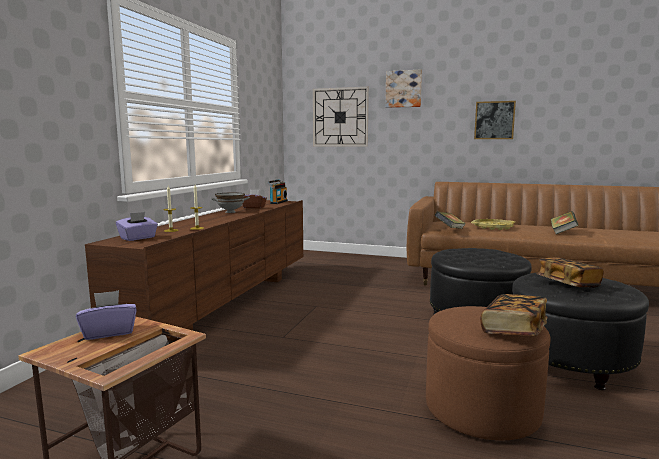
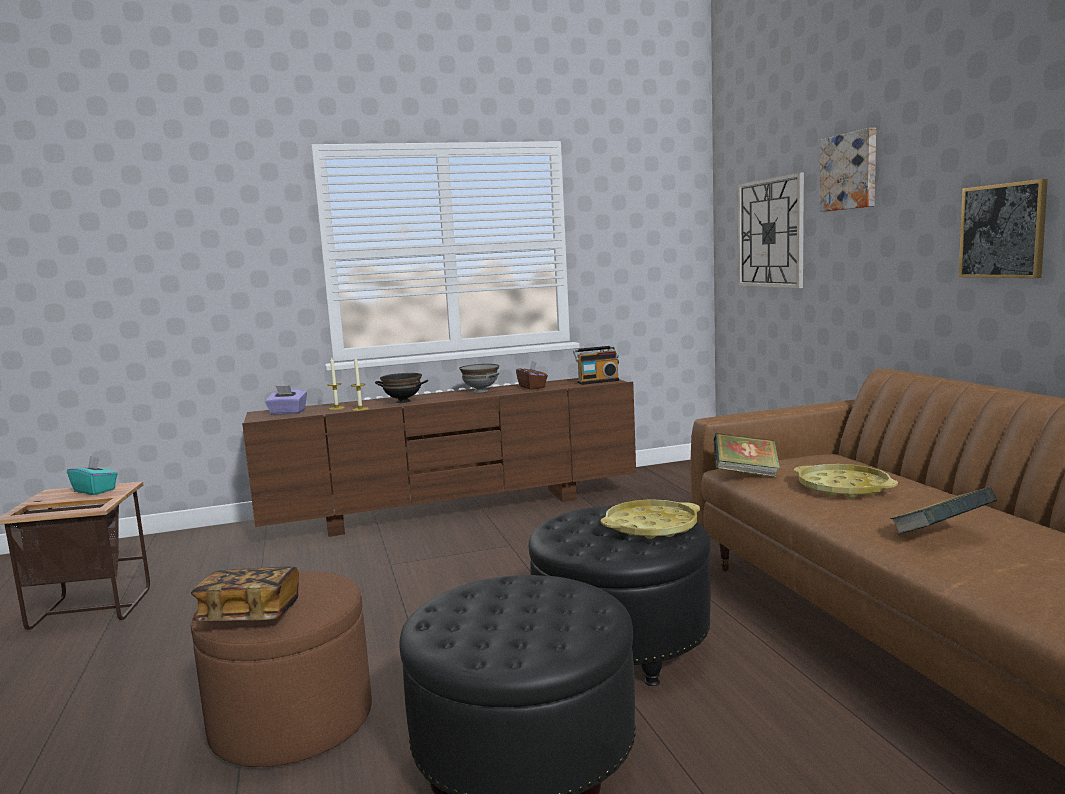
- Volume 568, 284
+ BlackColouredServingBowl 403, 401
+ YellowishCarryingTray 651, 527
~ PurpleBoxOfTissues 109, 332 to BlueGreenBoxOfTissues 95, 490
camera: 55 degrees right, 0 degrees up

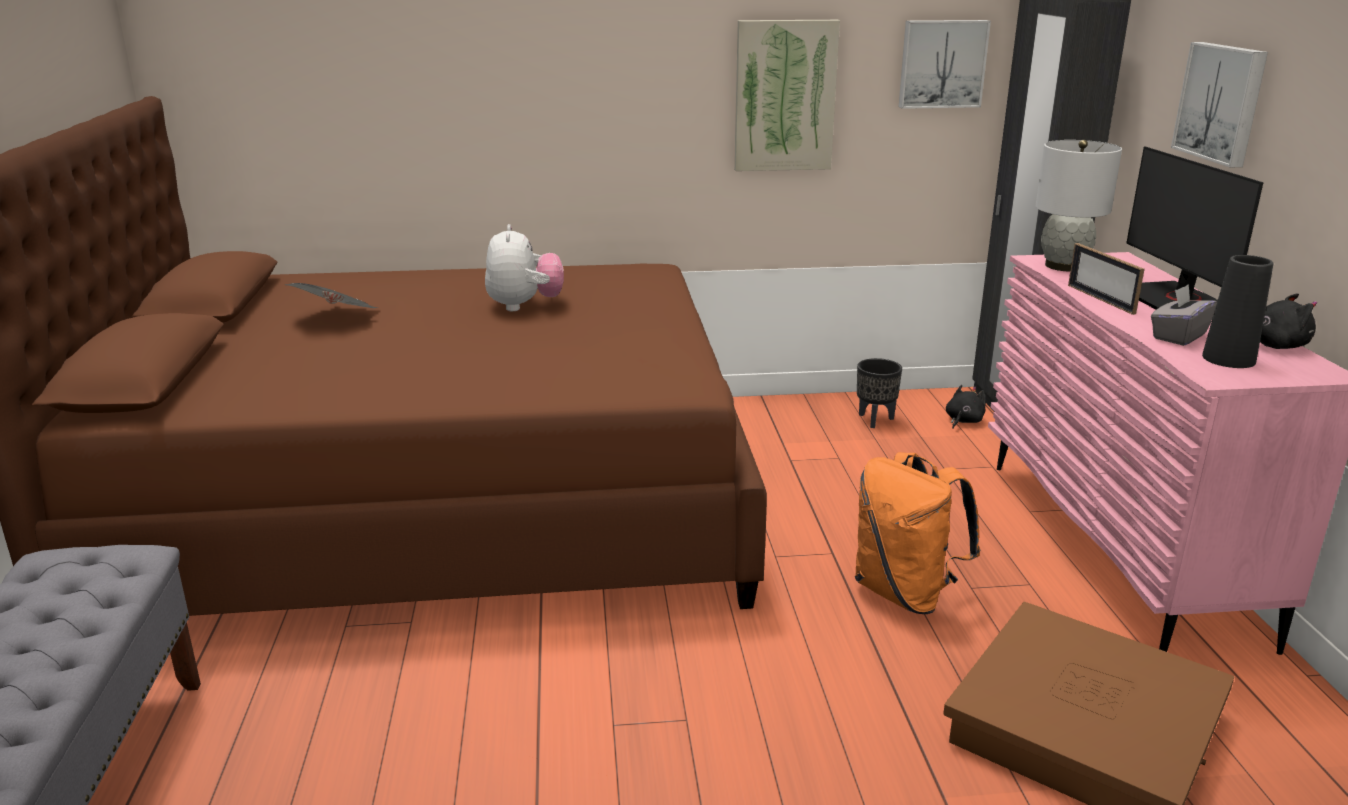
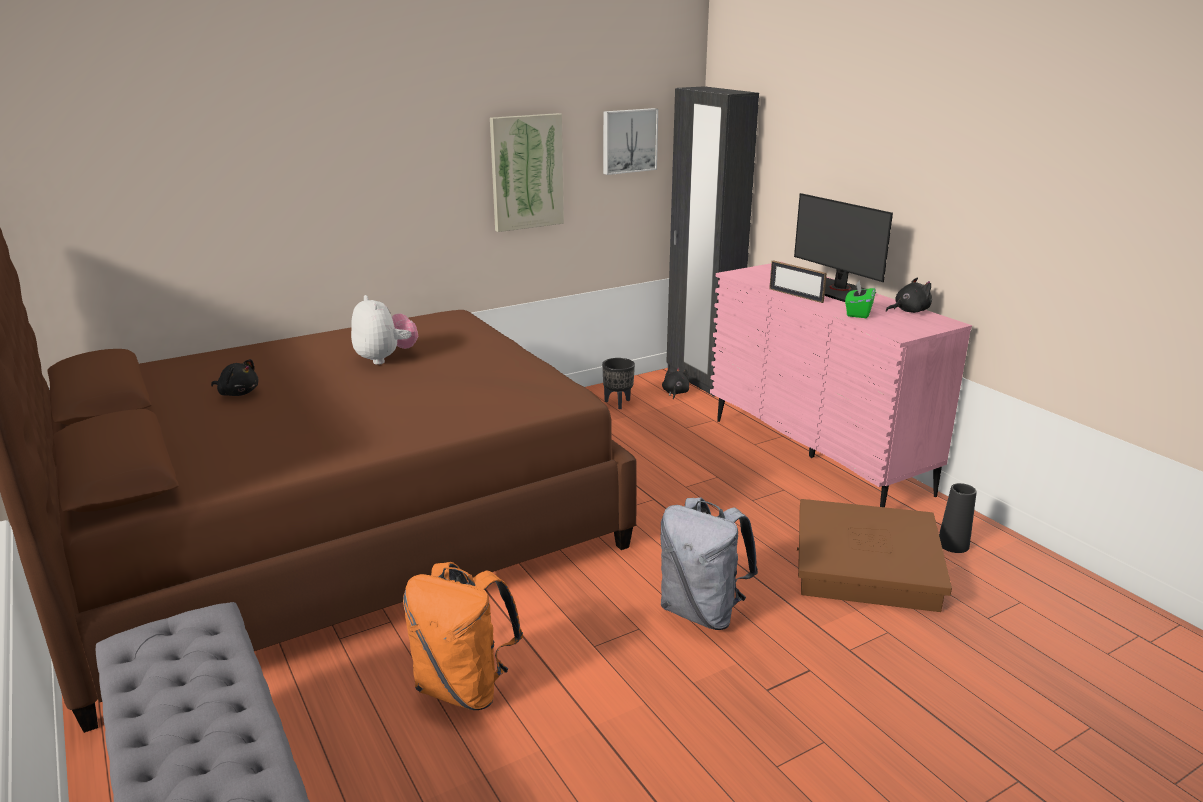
- WhitishTabletopLamp 1064, 266
- WallArt 1222, 103
+ GreyRucksack 702, 612
~ OrangeyRucksack 905, 593 to 464, 688
~ BlackColouredFlowerVase 1228, 359 to 953, 544
~ PrintedPaper 338, 318 to BlackColouredSoftToy 238, 393
~ GreyBoxOfTissues 1178, 336 to GreenBoxOfTissues 858, 313
camera: 25 degrees left, 0 degrees up

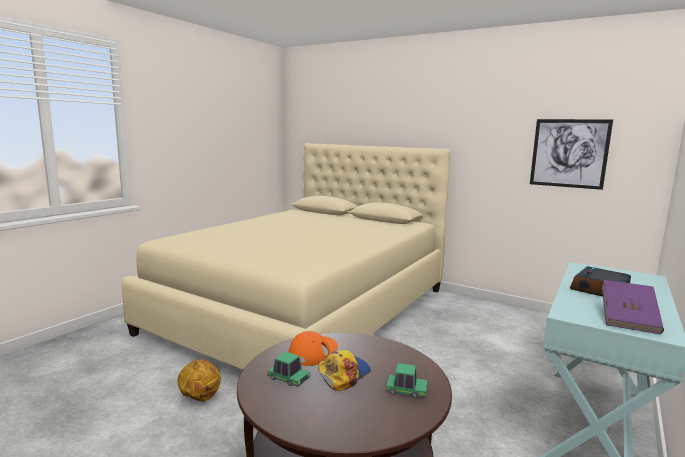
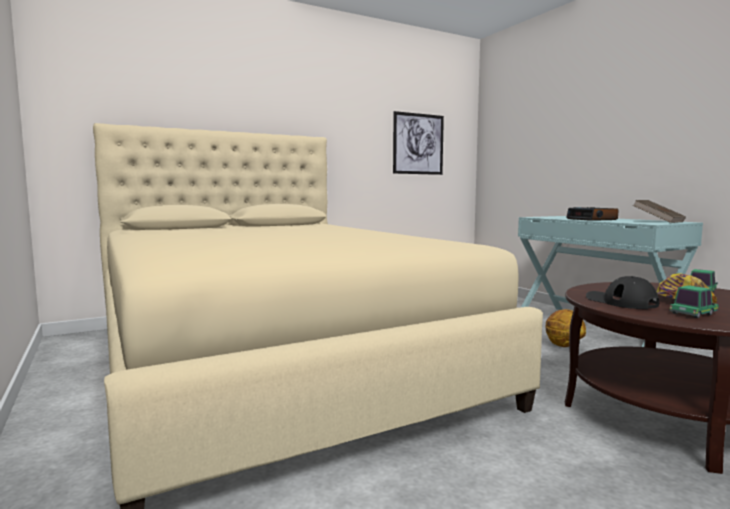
~ BallForBasketball 200, 398 to 563, 346
~ OrangeyBaseballCap 313, 352 to BlackColouredBaseballCap 621, 302
~ PurpleVolume 628, 320 to BrownishVolume 658, 221
camera: 60 degrees left, 5 degrees down

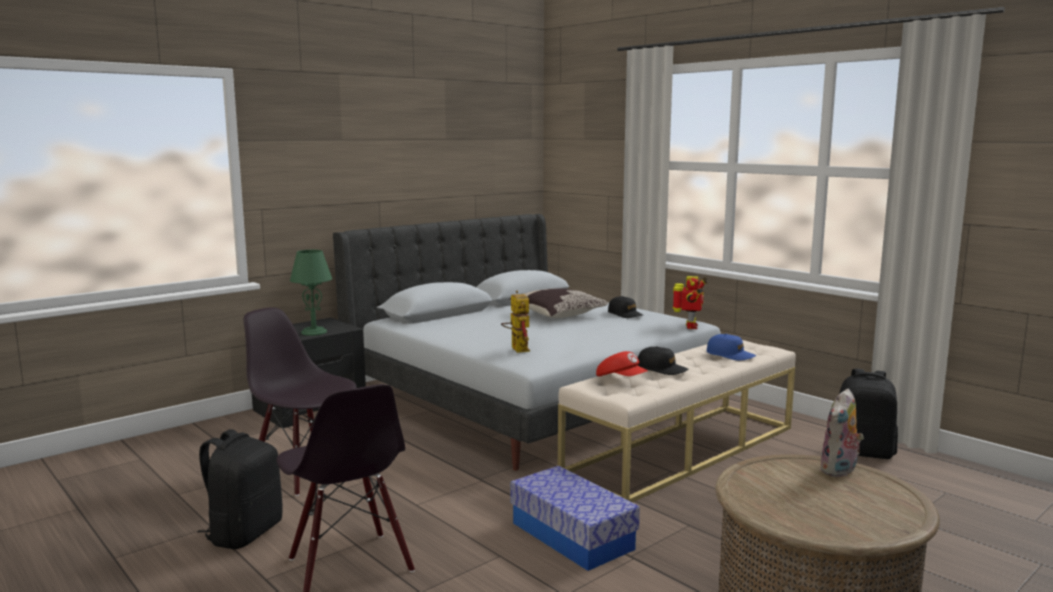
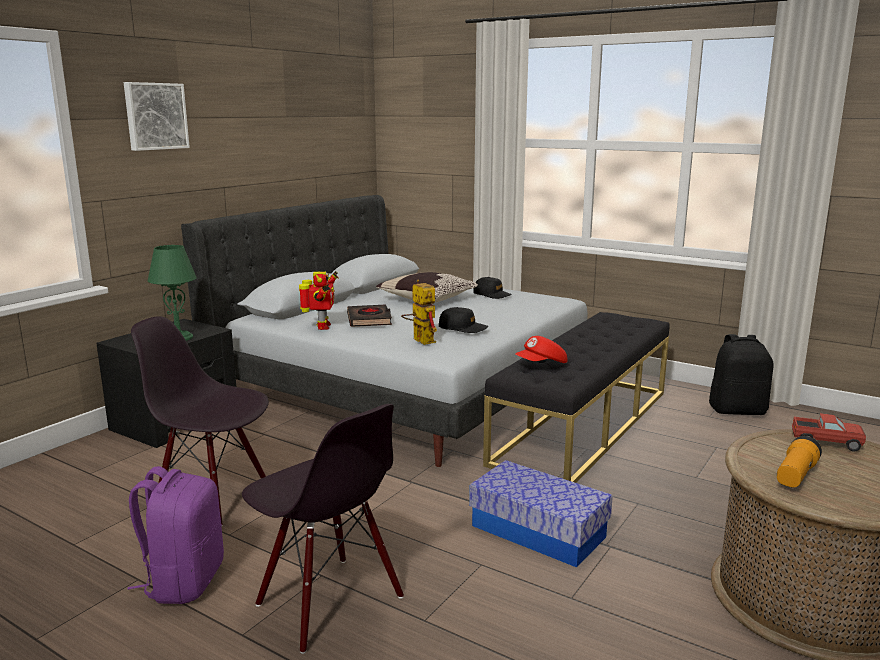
- BluishBaseballCap 730, 355
+ WallArt 155, 116
+ BlackColouredVolume 369, 320
+ Torch 795, 475
~ BlackColouredBaseballCap 661, 369 to 462, 328
~ RobotFigure 689, 327 to 321, 327
~ SoftToy 840, 471 to ModelTruck 825, 443
~ BlackColouredRucksack 244, 533 to PurpleRucksack 184, 581
~ SandColouredBench 682, 449 to BlackColouredBench 583, 425
~ ReddishBaseballCap 621, 379 = 542, 365 120 degrees clockwise
camera: 15 degrees left, 5 degrees up

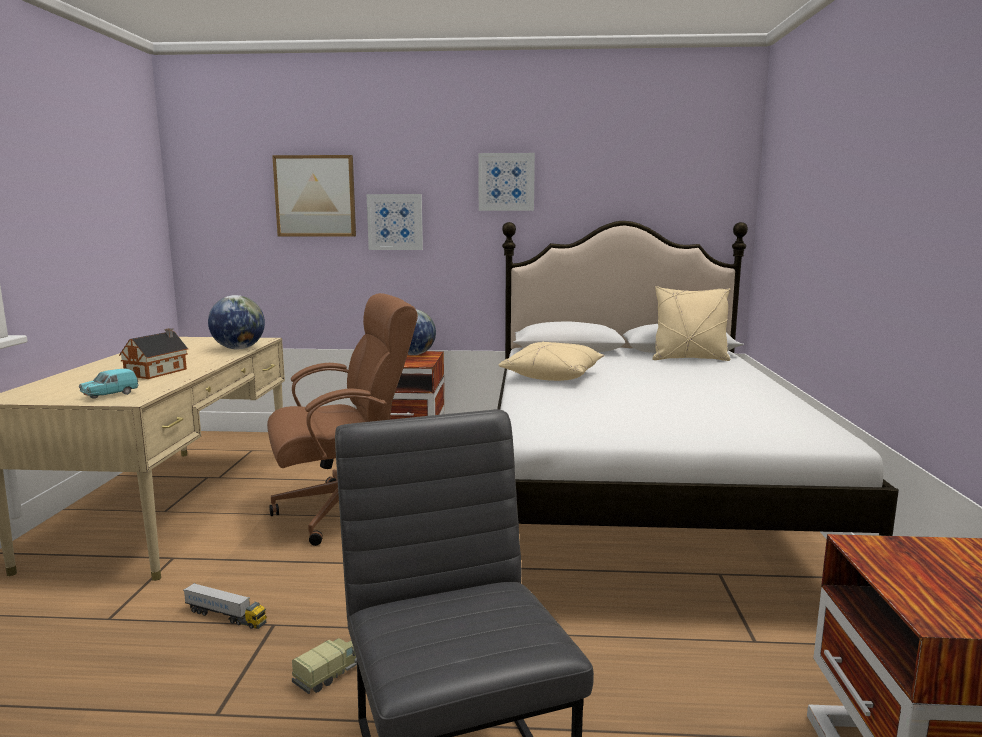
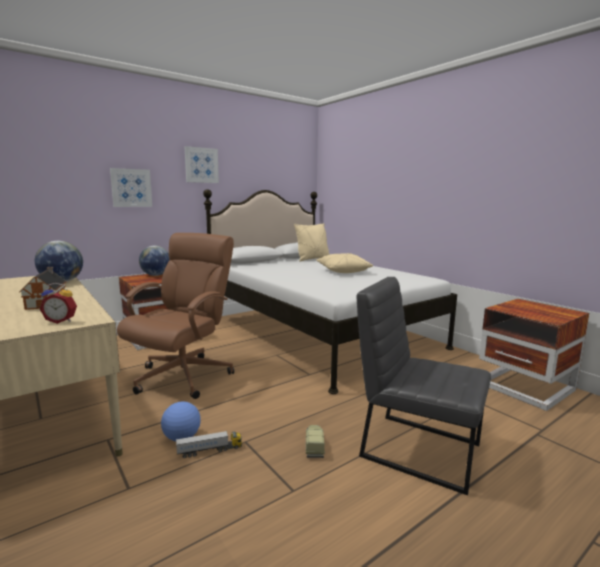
- WallArt 315, 196
+ BallForFootball 181, 438
~ SandColouredPillow 553, 376 to 342, 271
~ BlueGreenMiniatureCar 110, 395 to BedsideClock 61, 321
camera: 40 degrees left, 0 degrees up

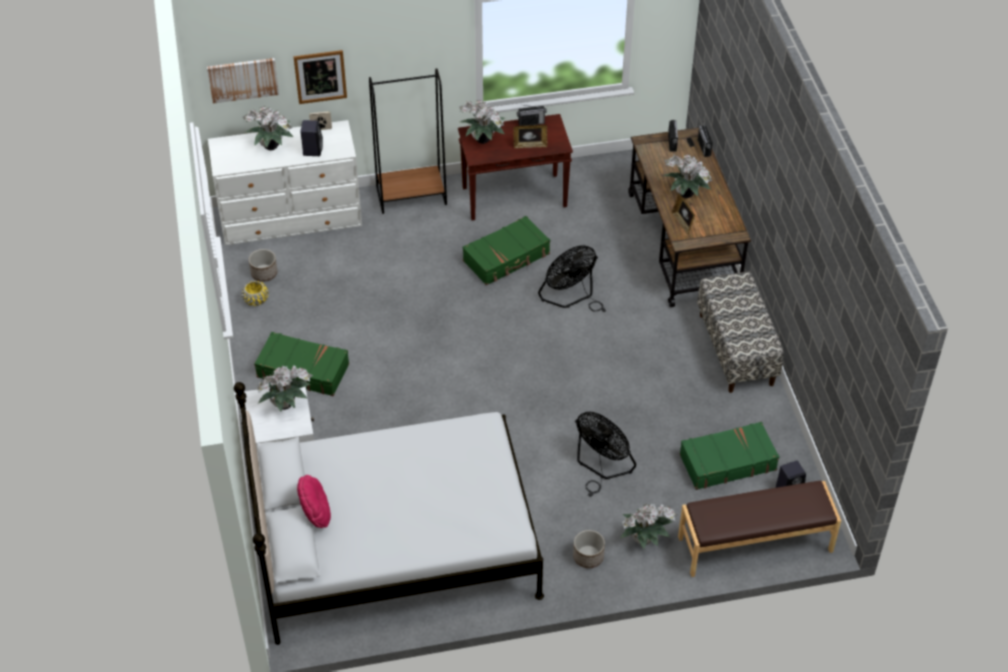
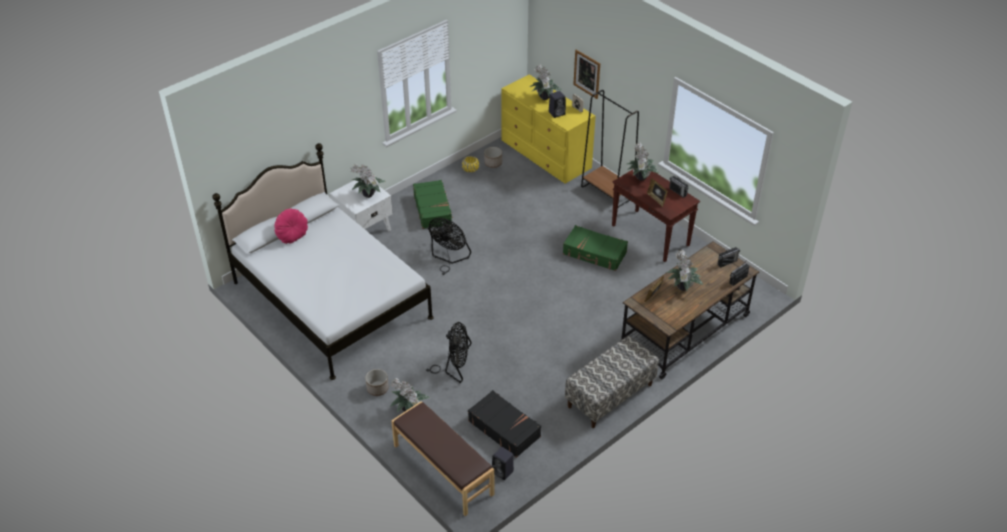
- WallArt 243, 79
~ BlackColouredElectricFan 575, 296 to 447, 257
~ WhitishDresser 291, 217 to YellowishDresser 546, 154
~ GreenPieceOfLuggage 727, 462 to BlackColouredPieceOfLuggage 504, 428
camera: 60 degrees right, 5 degrees down

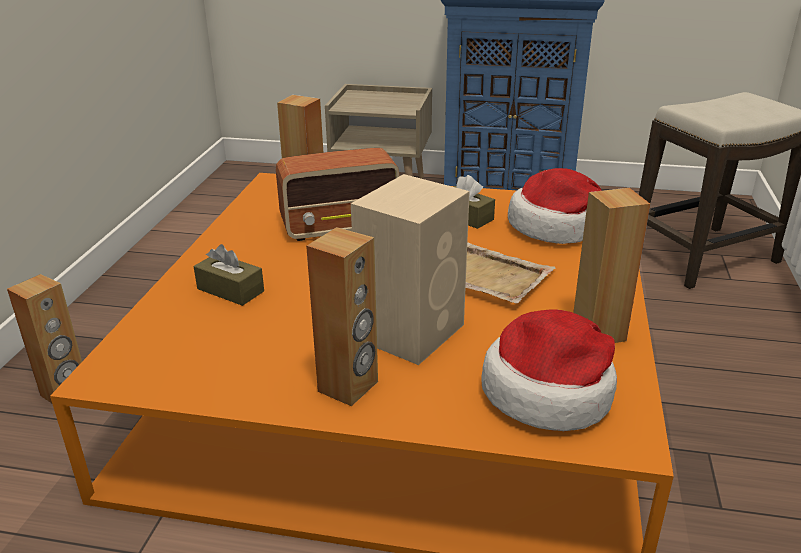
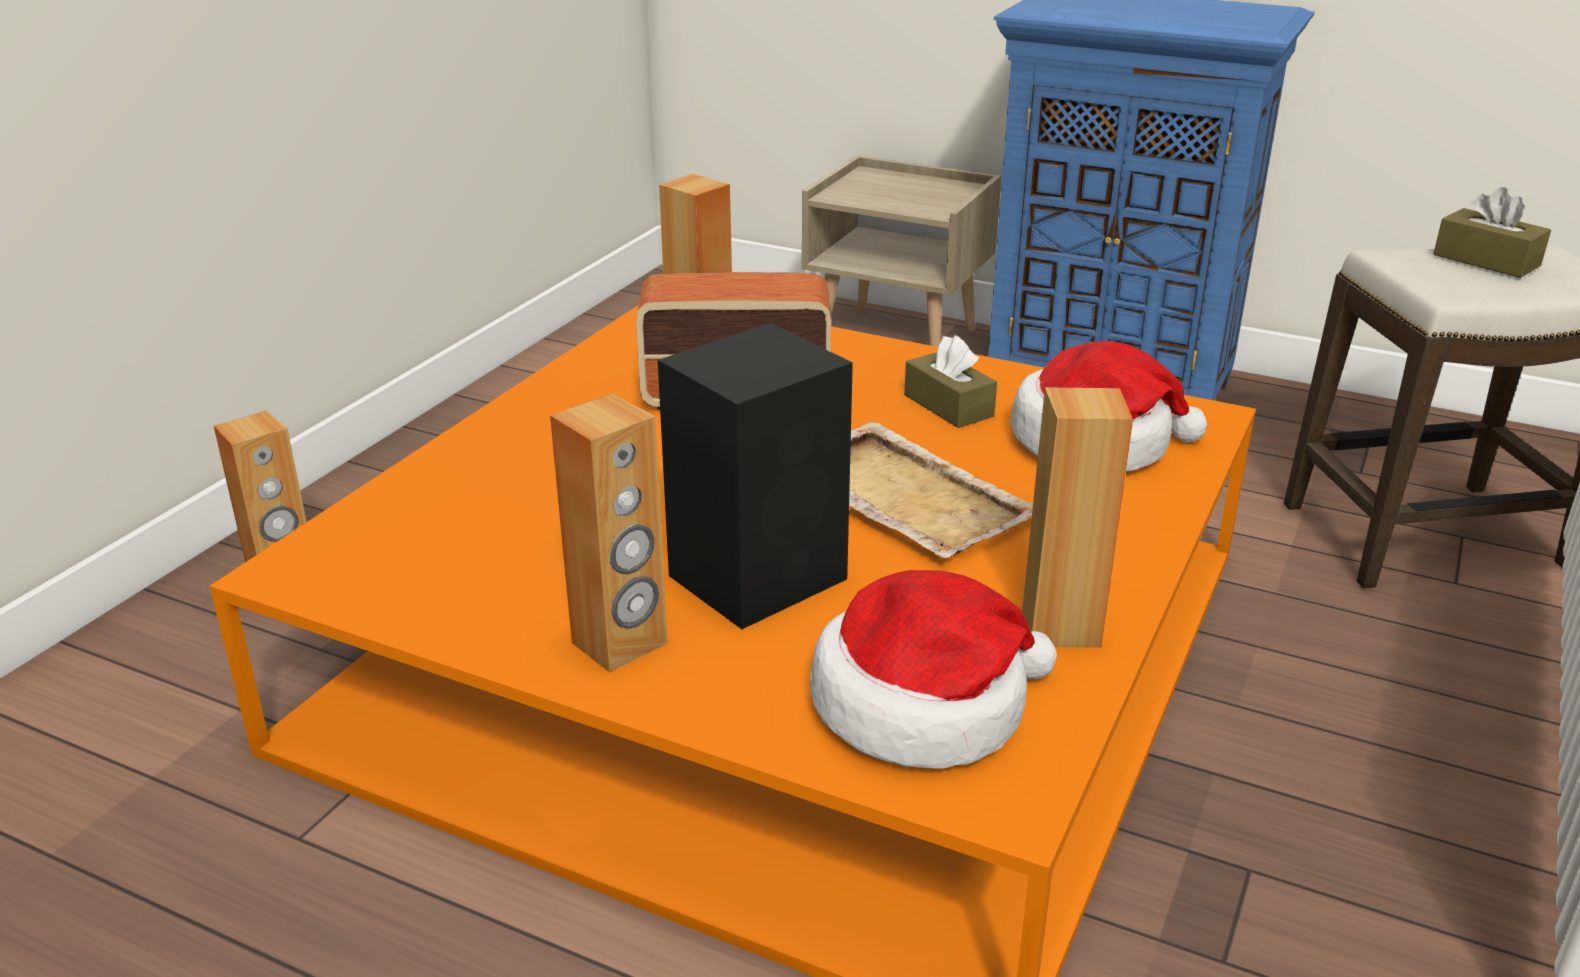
~ BrownishBoxOfTissues 230, 290 to 1486, 260
~ SandColouredSpeaker 412, 330 to BlackColouredSpeaker 761, 576
camera: 15 degrees right, 0 degrees up

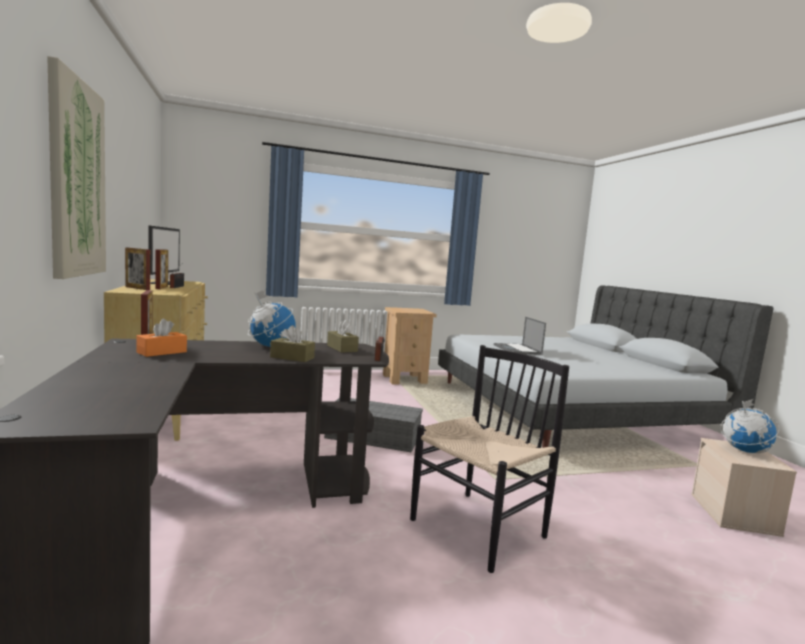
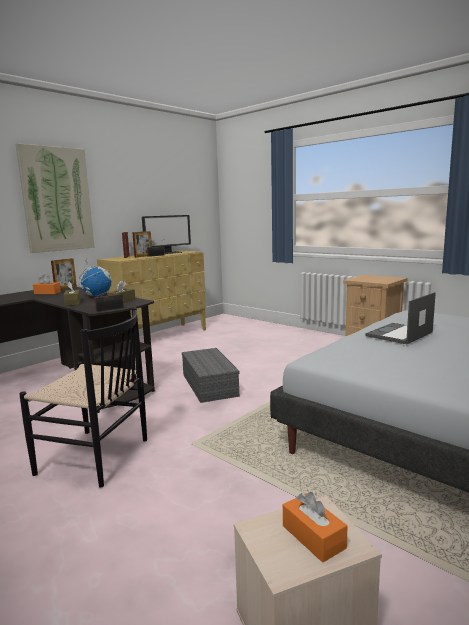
~ WorldGlobe 744, 451 to OrangeyBoxOfTissues 313, 537
camera: 60 degrees right, 5 degrees up

